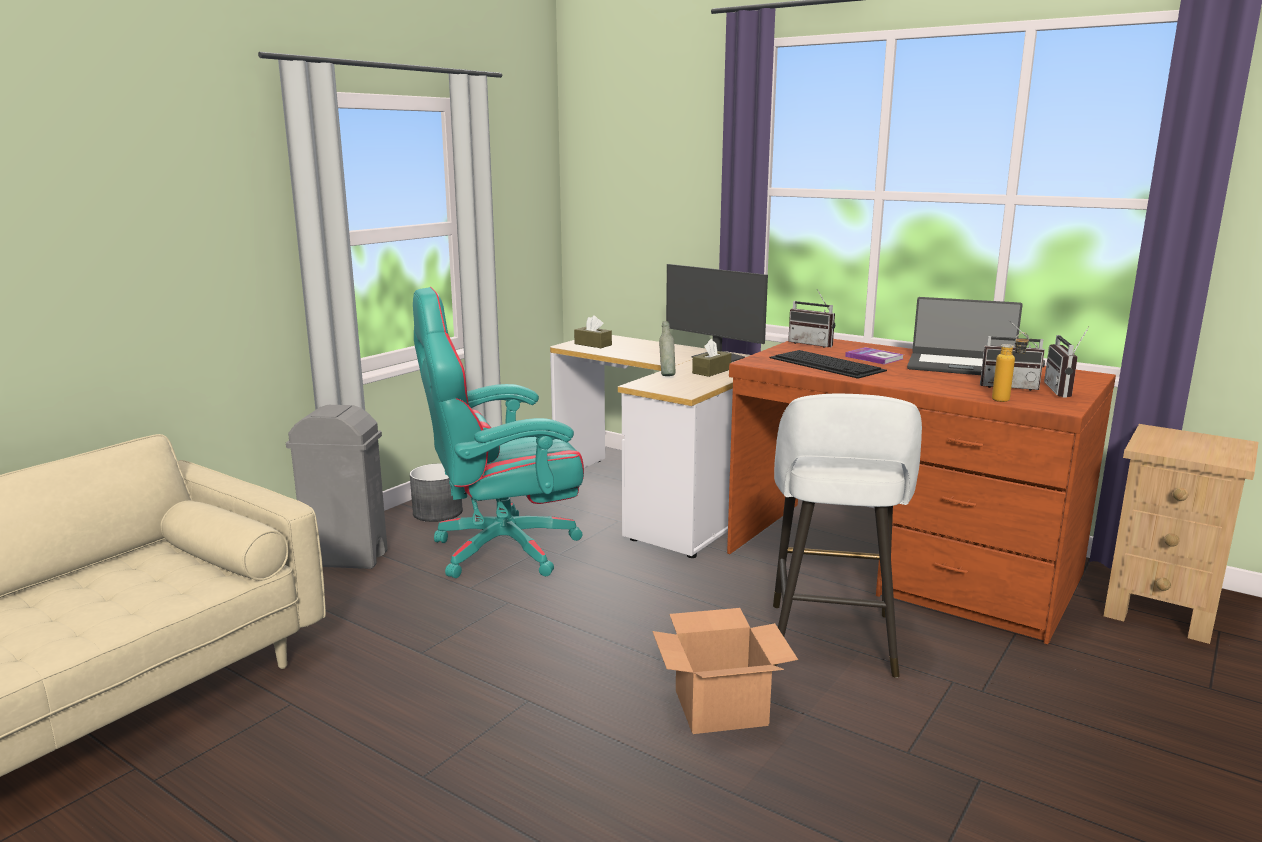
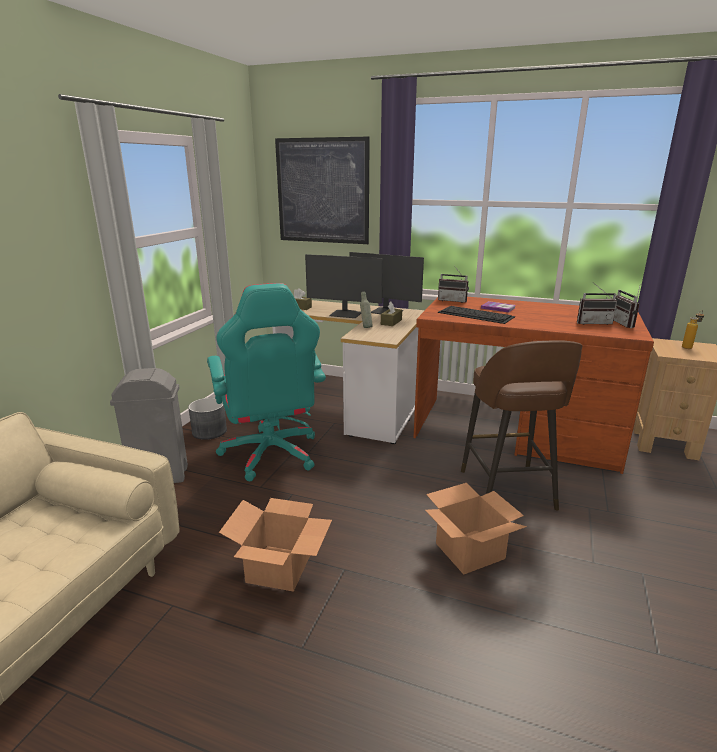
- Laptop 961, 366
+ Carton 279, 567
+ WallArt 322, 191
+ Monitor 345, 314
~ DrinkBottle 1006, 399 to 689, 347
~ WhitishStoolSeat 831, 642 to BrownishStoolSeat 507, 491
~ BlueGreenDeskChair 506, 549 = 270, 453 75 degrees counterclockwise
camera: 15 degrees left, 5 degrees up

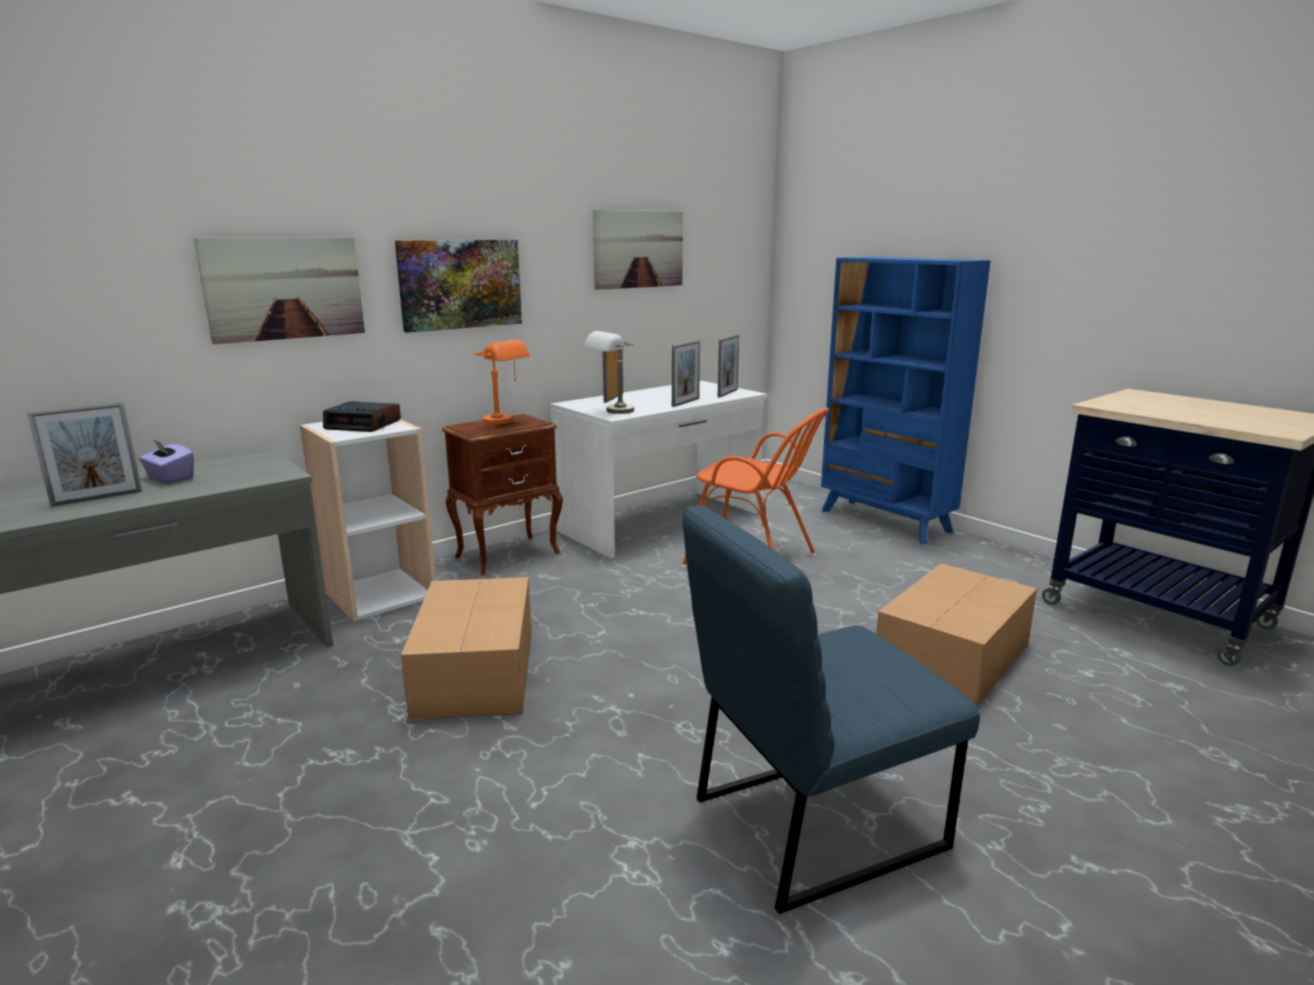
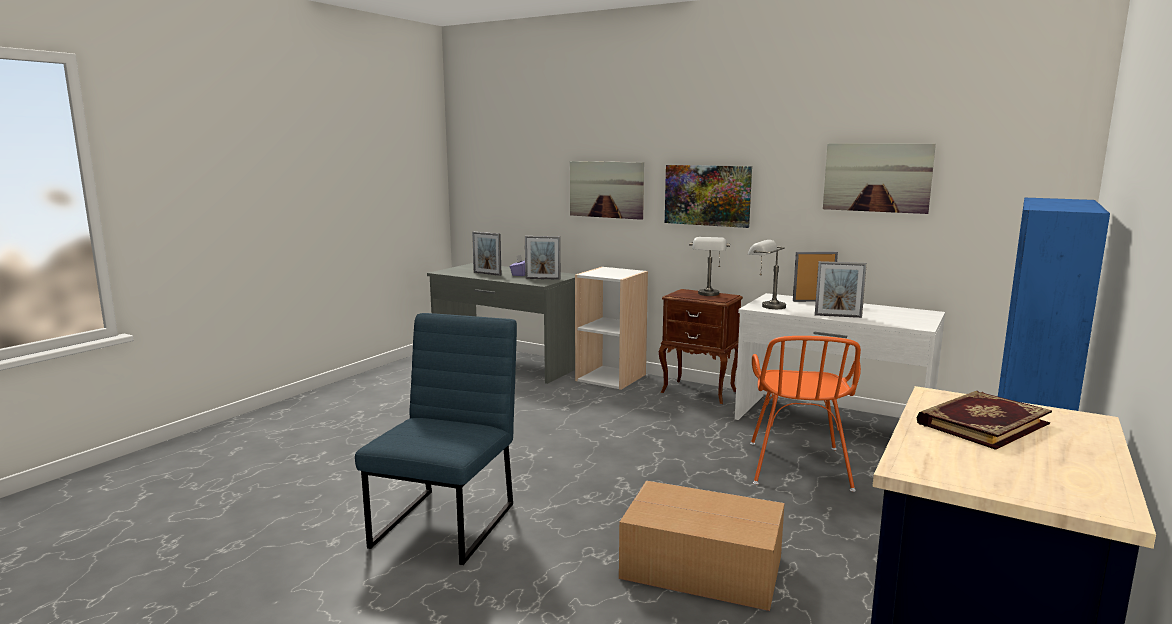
- BedsideClock 364, 424
- Carton 477, 670
+ Volume 981, 423
~ PhotoFrame 727, 393 to 542, 279
~ OrangeyTabletopLamp 505, 422 to GreyTabletopLamp 708, 295
~ BluishPlainChair 811, 823 = 447, 522 60 degrees clockwise
camera: 70 degrees right, 5 degrees down

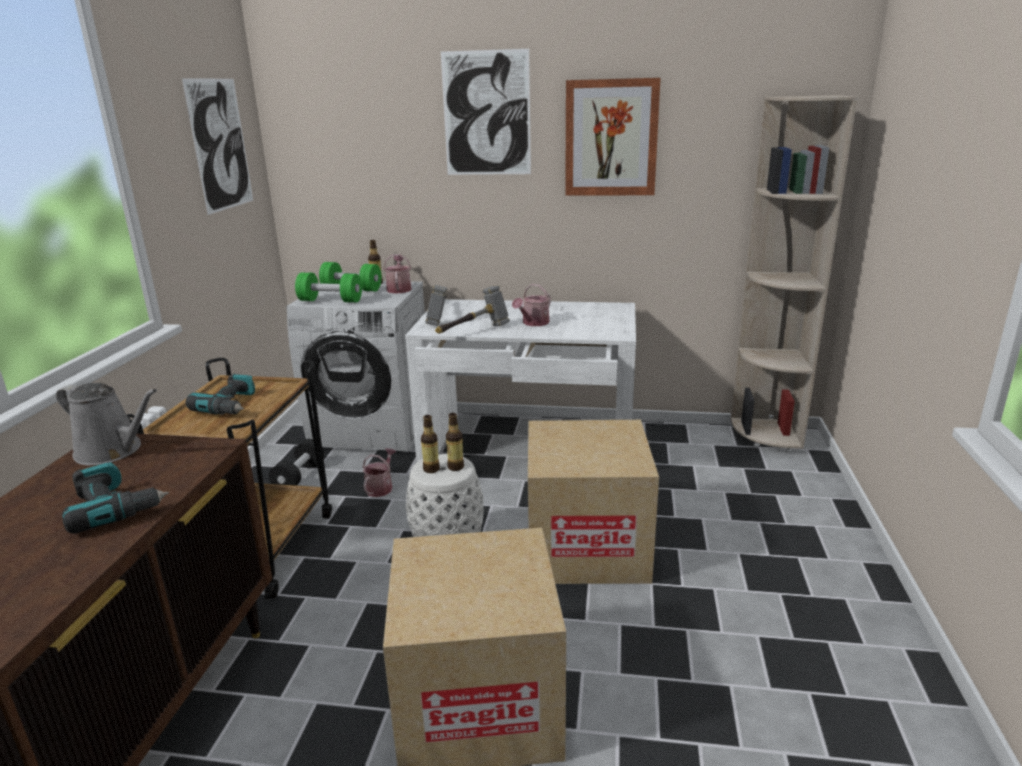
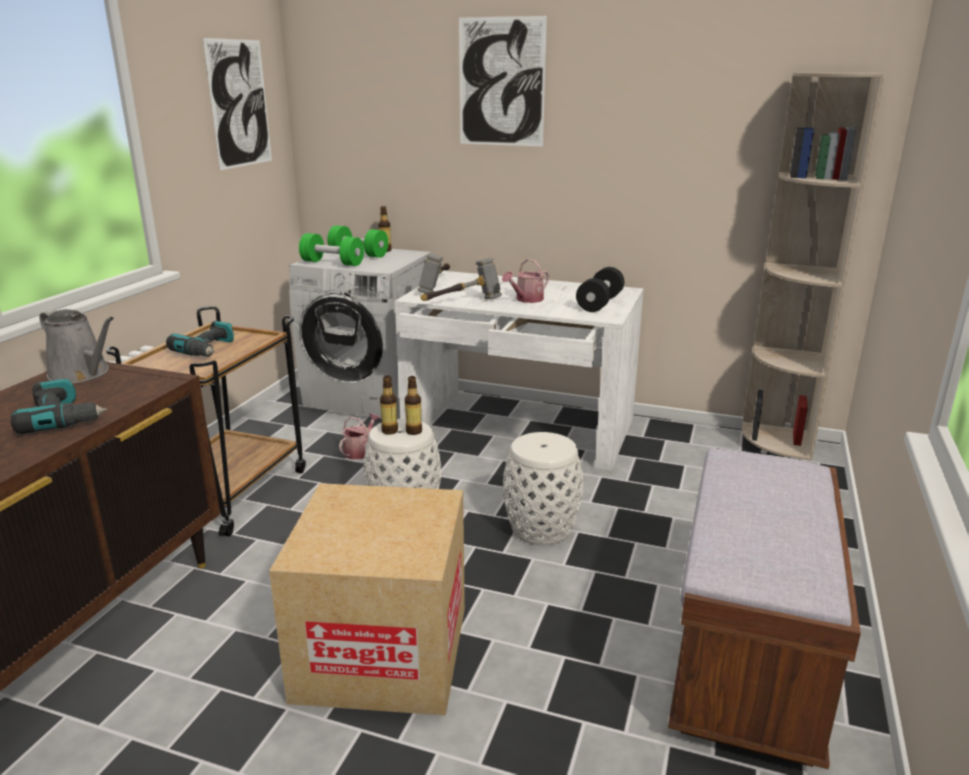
- SprinklingCan 399, 289
- WallArt 611, 138
+ BrownishBench 748, 658
~ BlackColouredDumbbell 299, 477 to 599, 303
~ Carton 586, 546 to WhitishStoolSeat 541, 529
camera: 10 degrees right, 0 degrees up

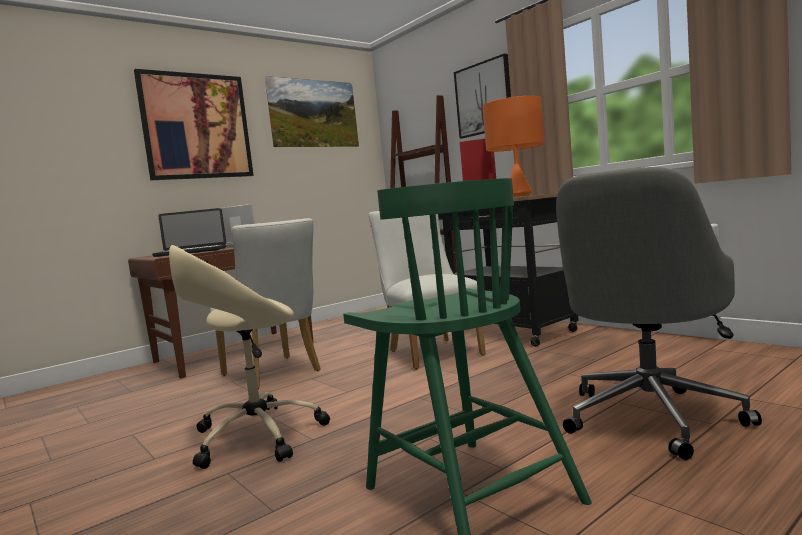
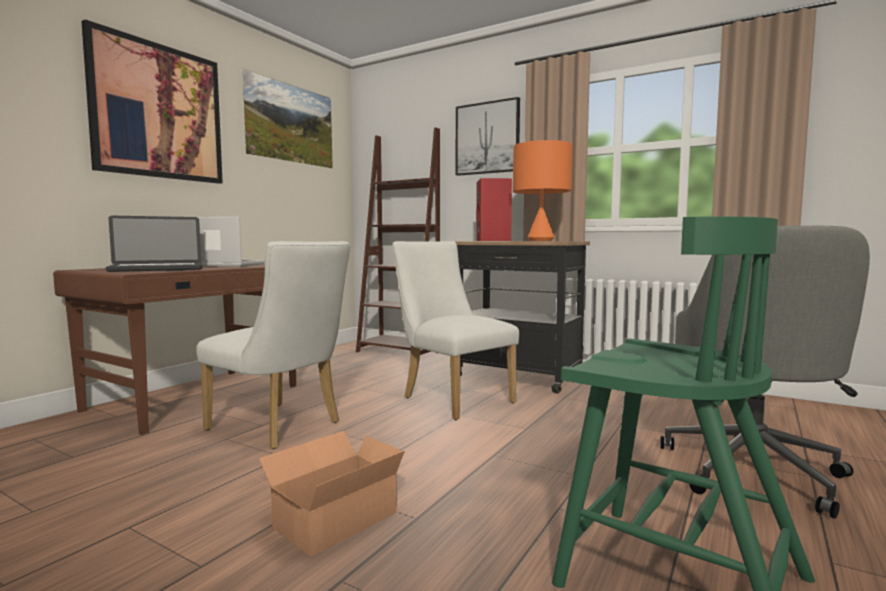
~ SandColouredDeskChair 254, 436 to Carton 331, 519
camera: 20 degrees left, 0 degrees up

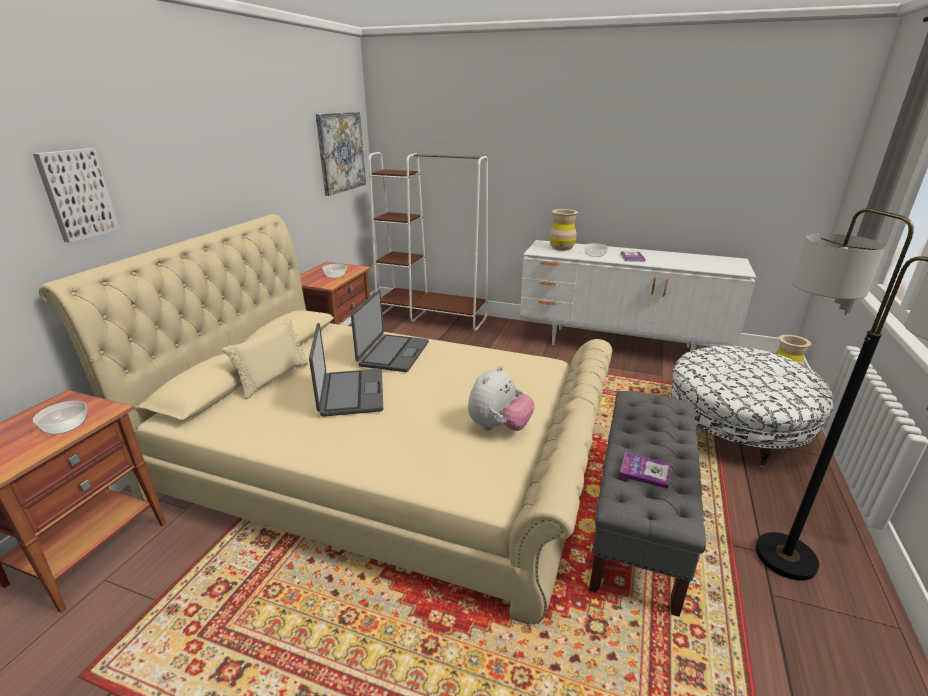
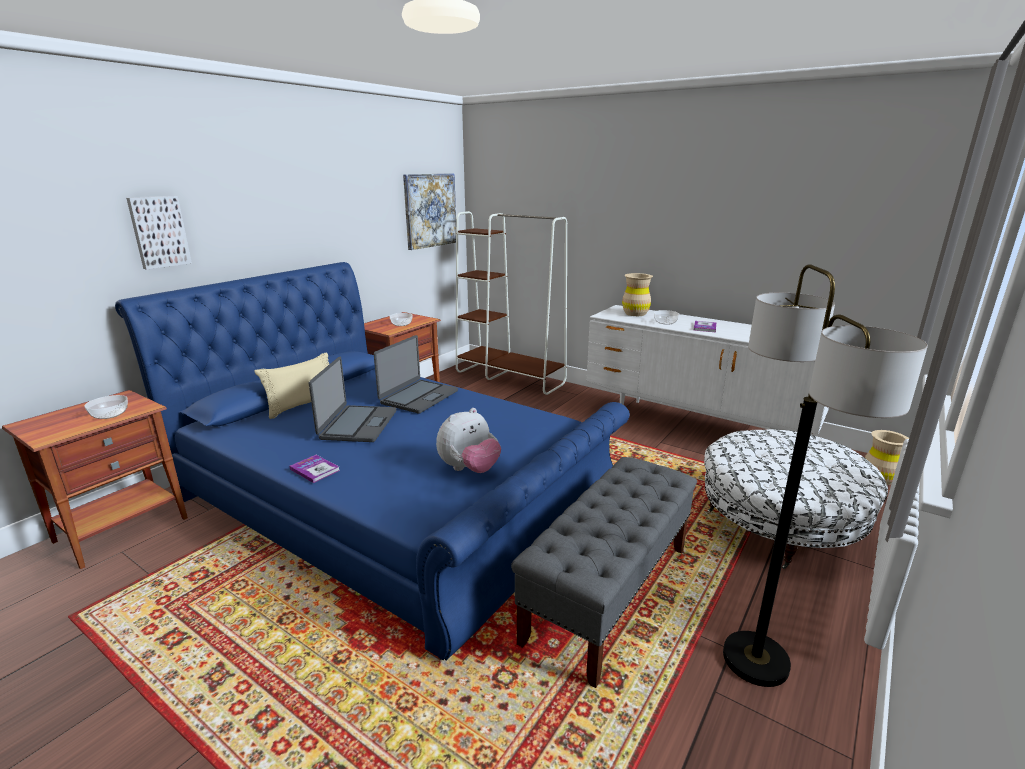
~ Volume 645, 471 to 315, 470
~ SandColouredSleepingBed 382, 459 to BluishSleepingBed 390, 496
camera: 15 degrees right, 5 degrees down

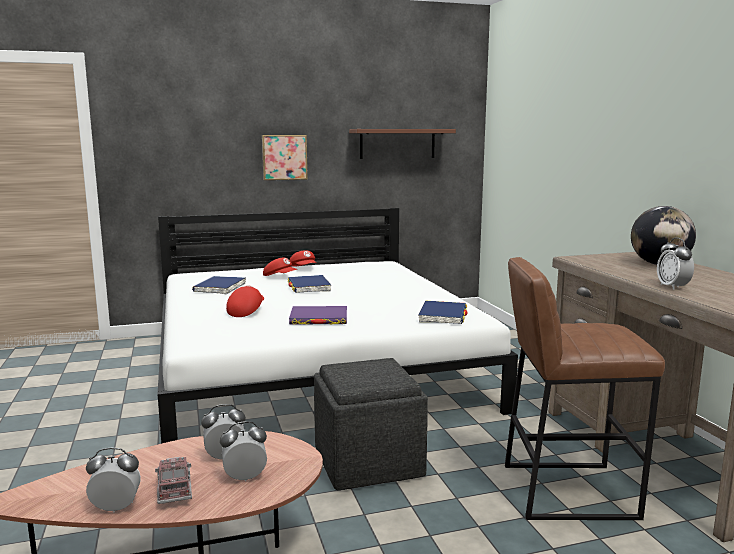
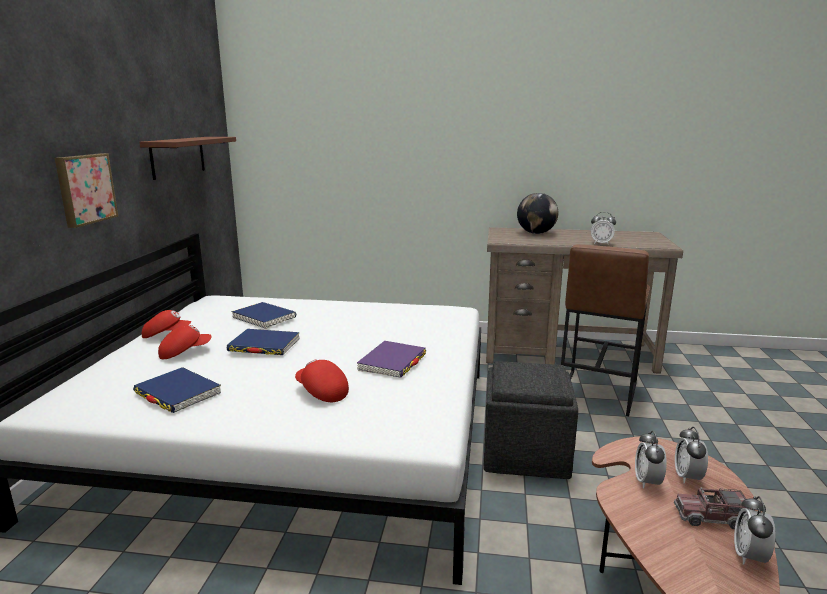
~ BluishVolume 443, 315 to 264, 317
camera: 65 degrees left, 5 degrees up

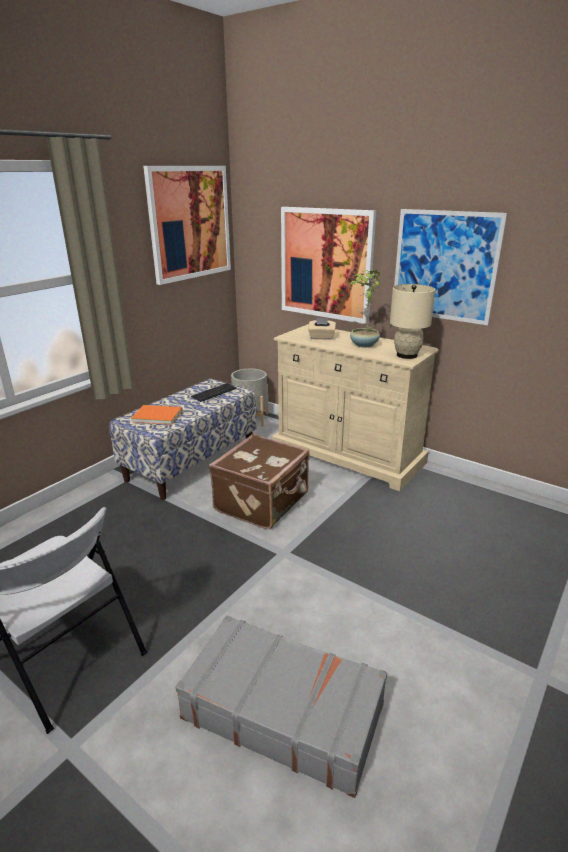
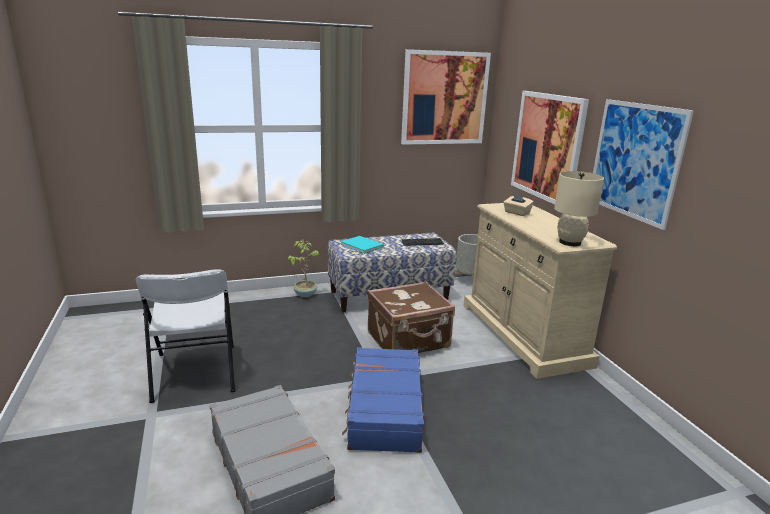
+ BluishPieceOfLuggage 384, 409
~ PlantInAPot 363, 345 to 304, 294
~ OrangeyVolume 156, 415 to BlueGreenVolume 361, 245
camera: 35 degrees right, 5 degrees down

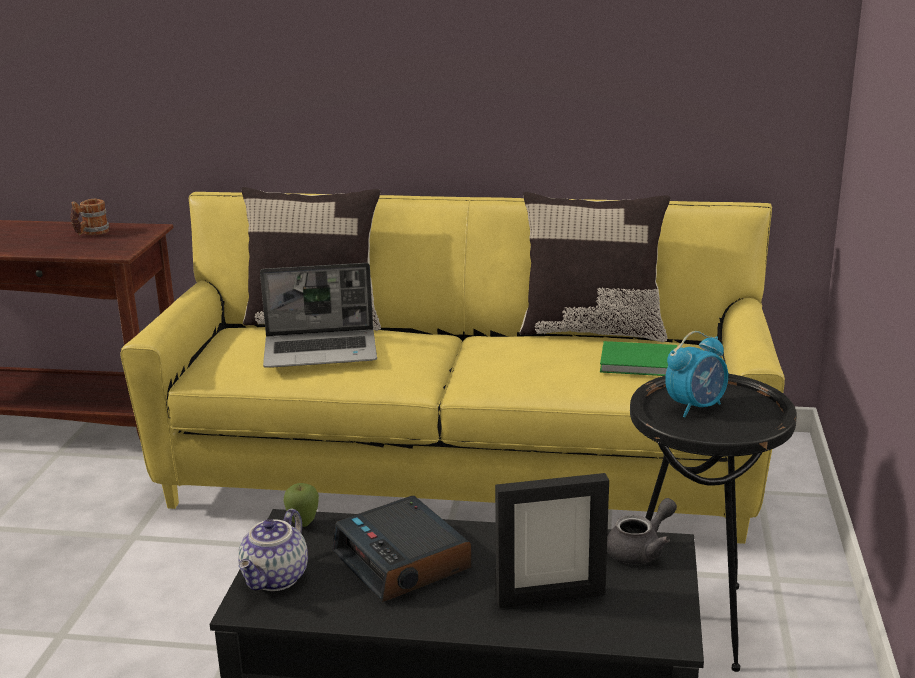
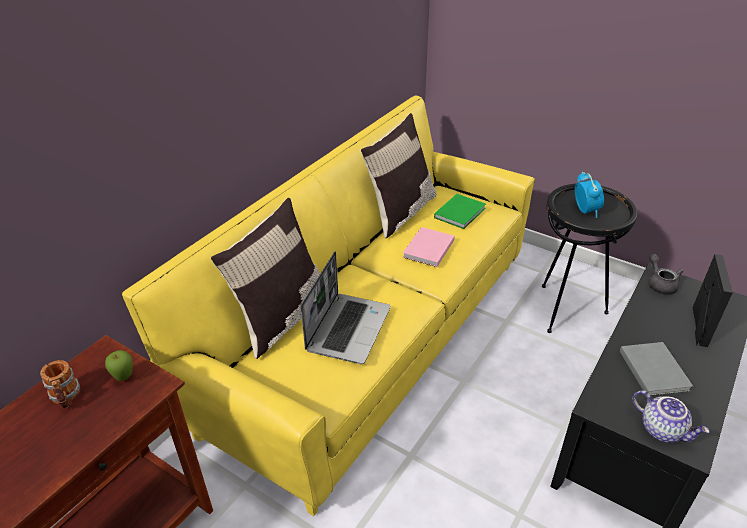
+ PinkColouredVolume 427, 249
~ AppleFruit 303, 524 to 124, 378
~ BedsideClock 403, 561 to GreyVolume 654, 369
camera: 65 degrees left, 15 degrees up

